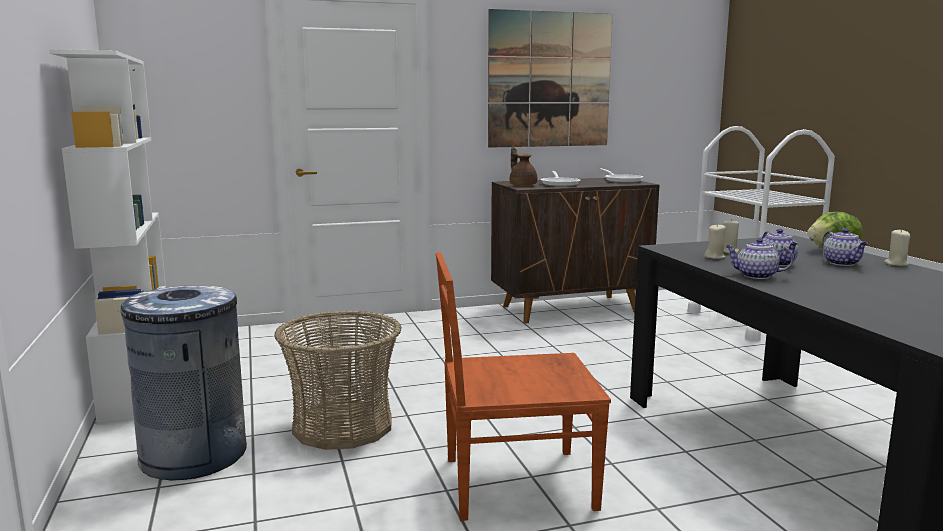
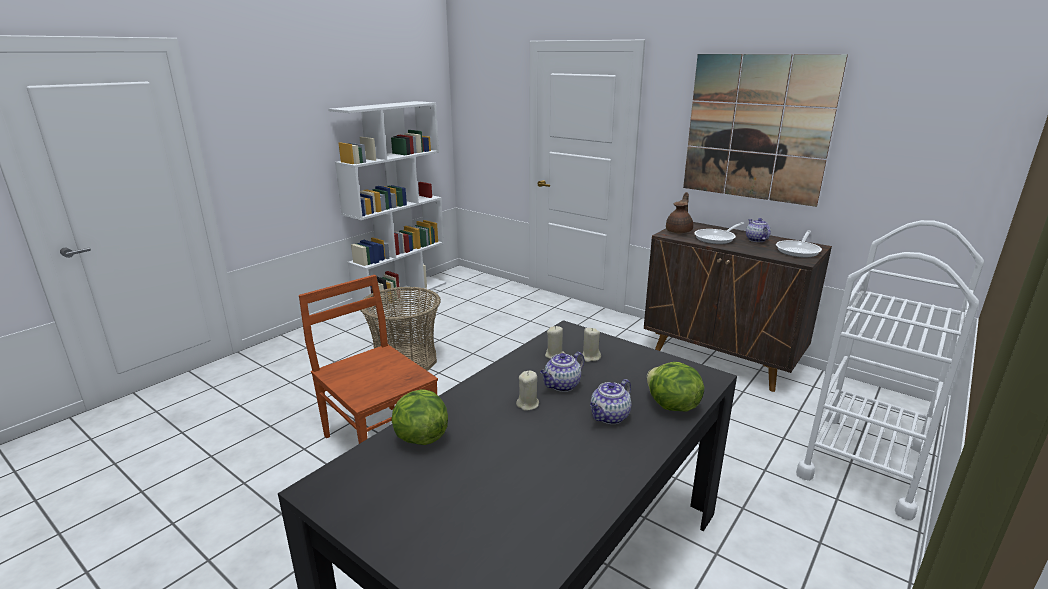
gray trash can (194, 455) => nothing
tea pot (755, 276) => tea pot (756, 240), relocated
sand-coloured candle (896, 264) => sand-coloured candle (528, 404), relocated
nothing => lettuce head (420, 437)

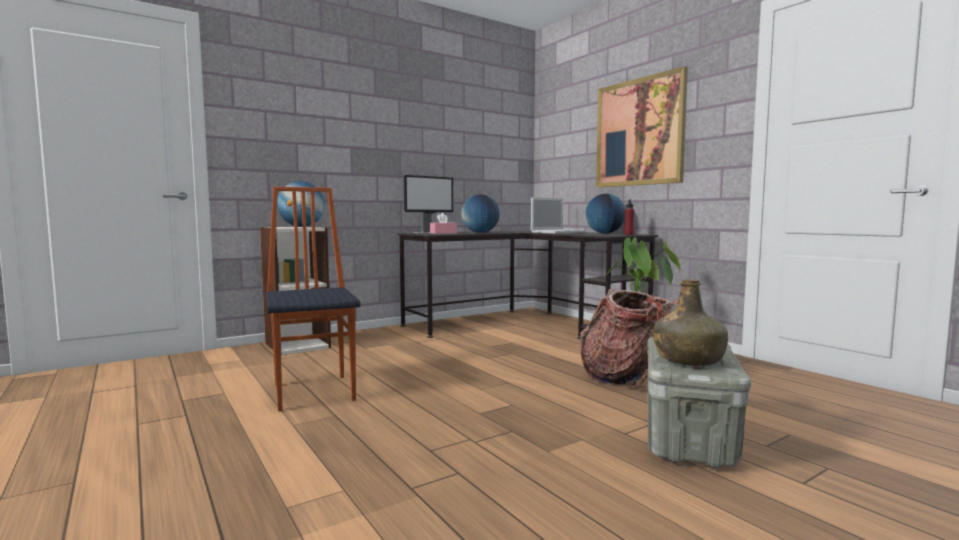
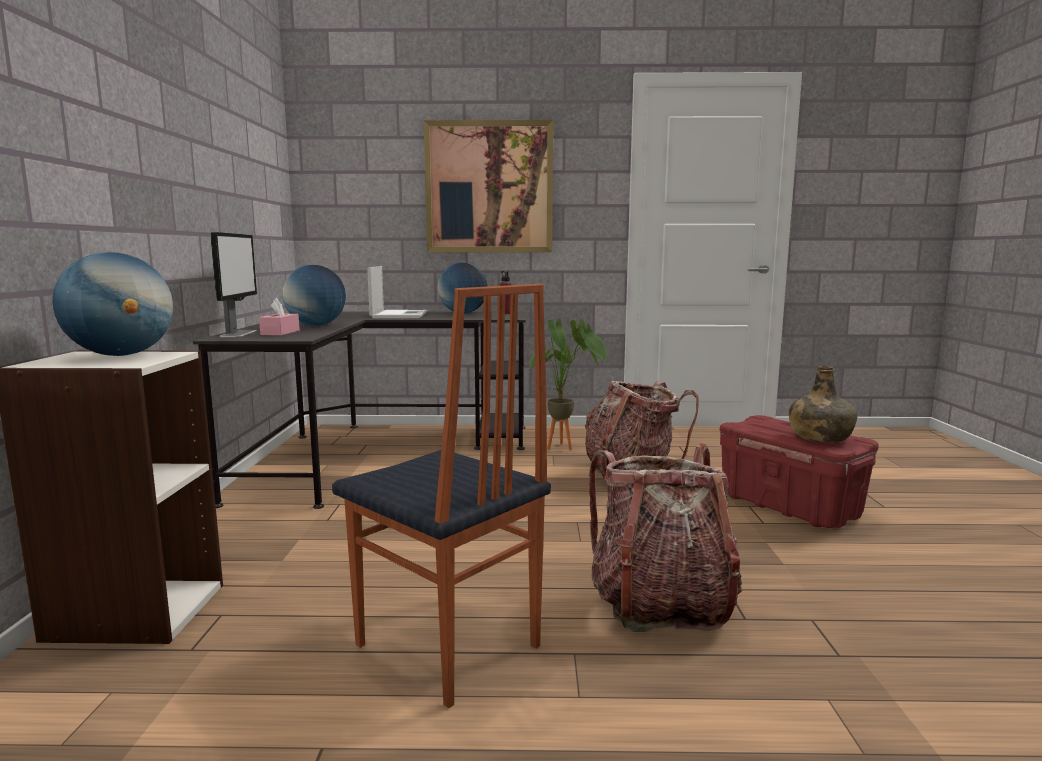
chair (315, 391) => chair (446, 647), 150 degrees counterclockwise
gray storage box (689, 438) => red storage box (790, 507)
nothing => backpack (660, 603)

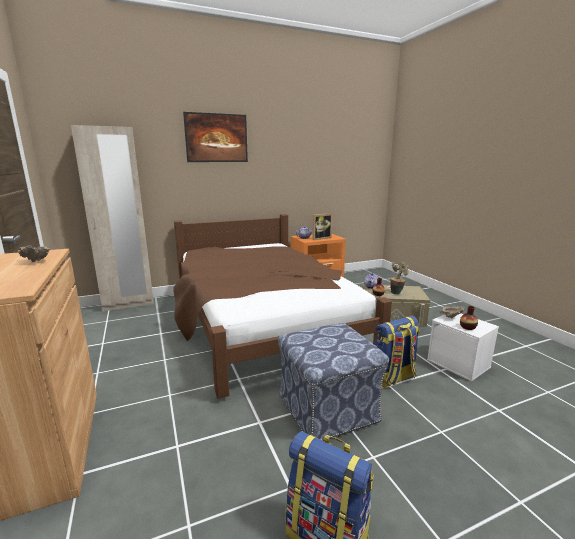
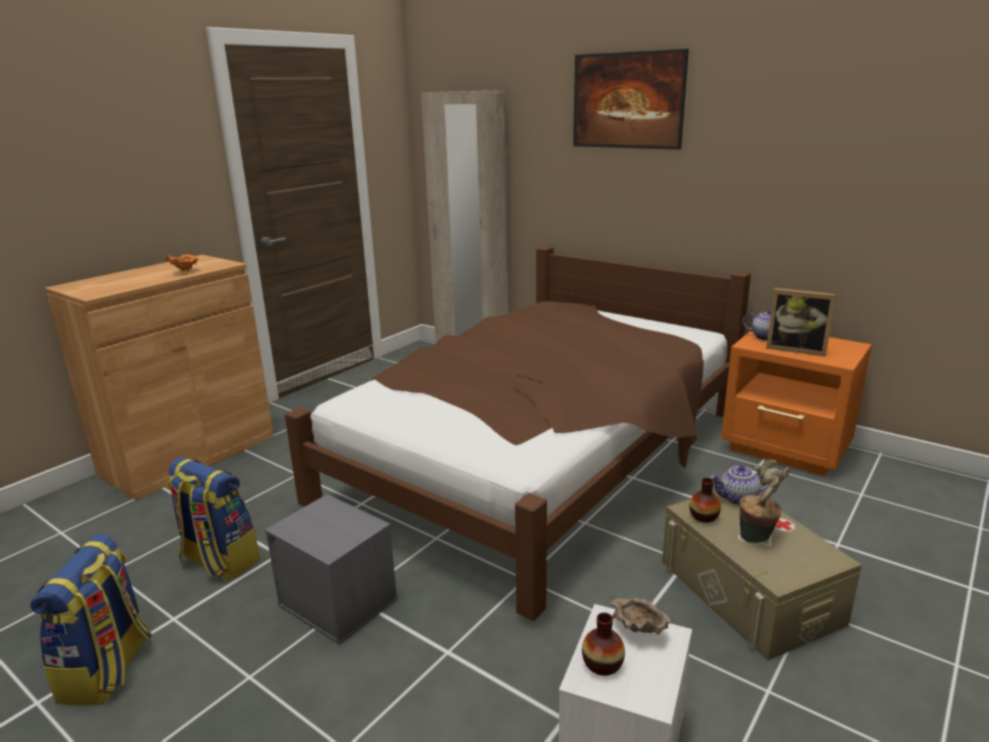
sand-coloured bowl (36, 261) => orangey bowl (185, 271)
ottoman (328, 408) => gray storage box (339, 602)
backpack (392, 378) => backpack (218, 561), relocated

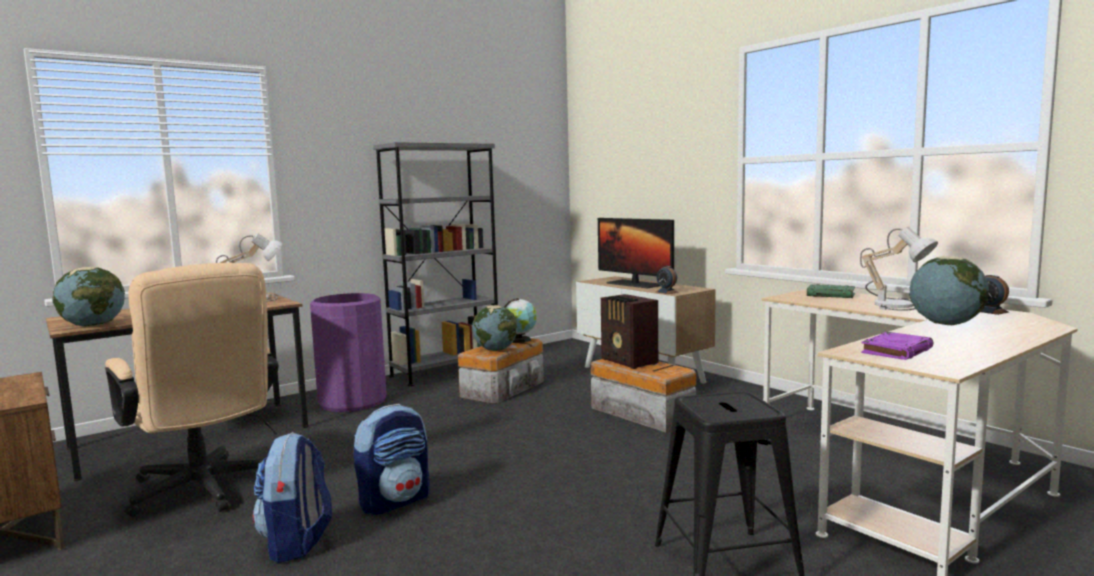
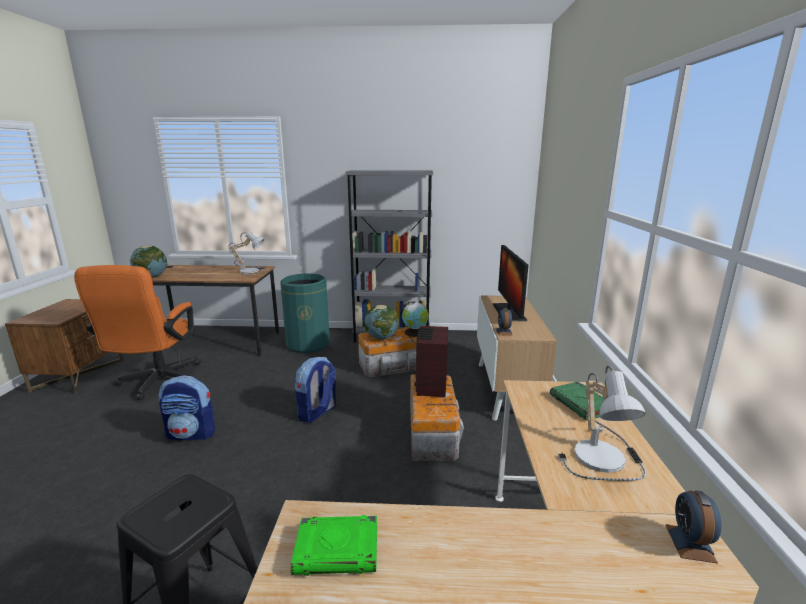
sand-coloured office chair (204, 492) => orangey office chair (157, 383)
backpack (297, 543) => backpack (317, 413), relocated
purple trash can (353, 402) => green-coloured trash can (308, 344)
purple volume (896, 351) => green-coloured volume (338, 550)
world globe (945, 324) => nothing

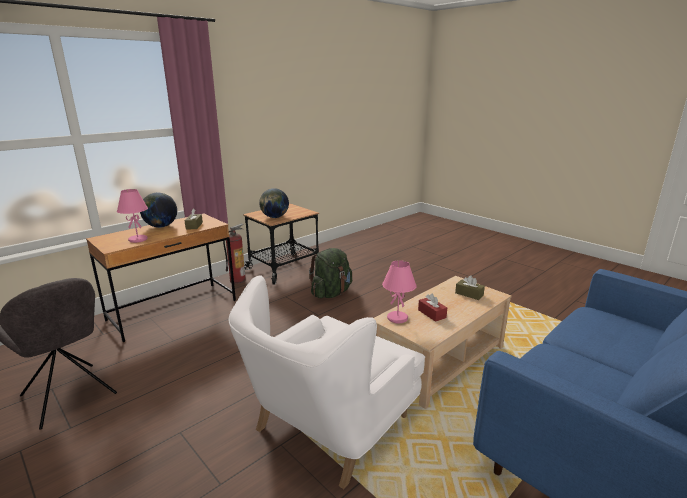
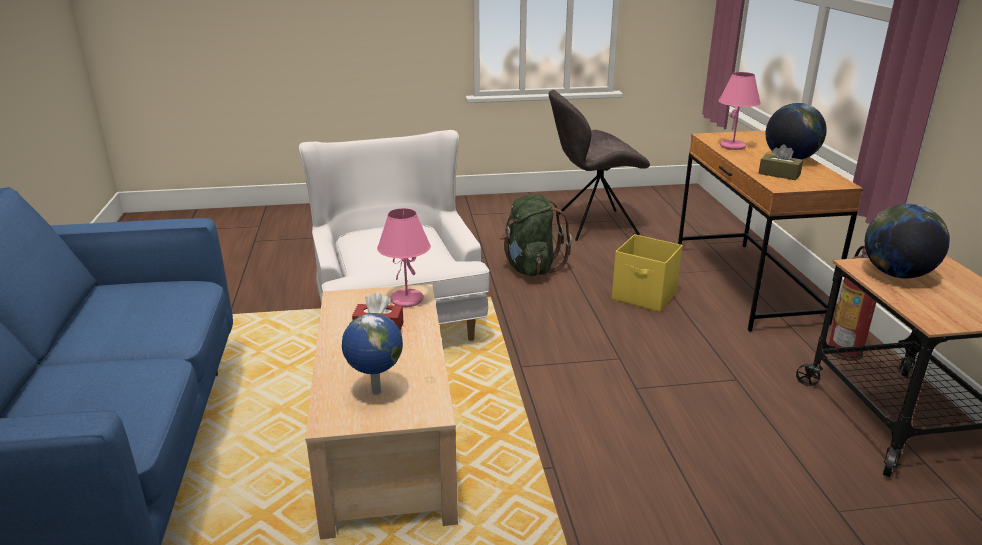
green-coloured backpack (331, 293) => green-coloured backpack (530, 268), relocated
brownish tissue holder (469, 294) => world globe (375, 392)
nothing => yellow-coloured storage box (645, 296)

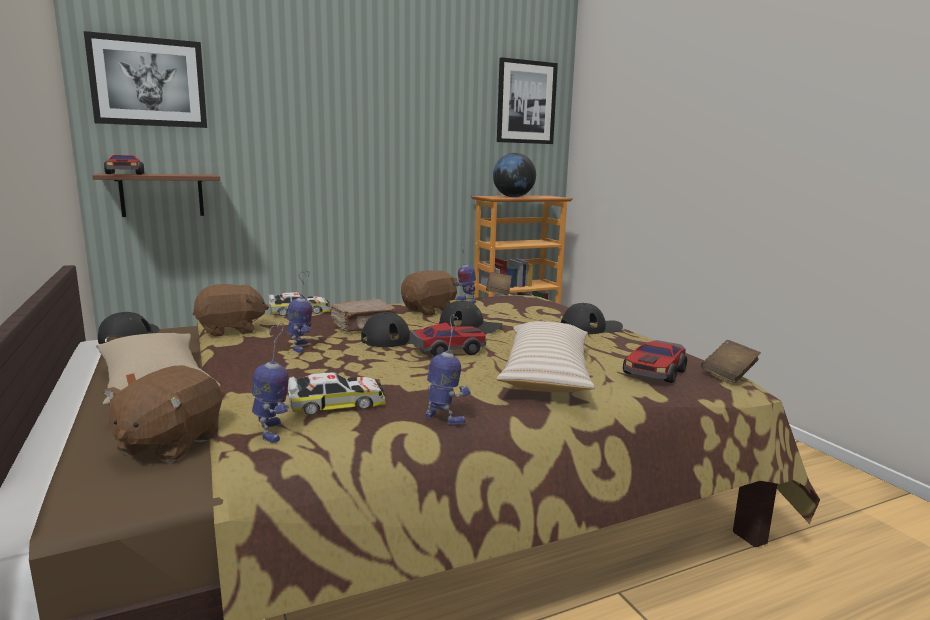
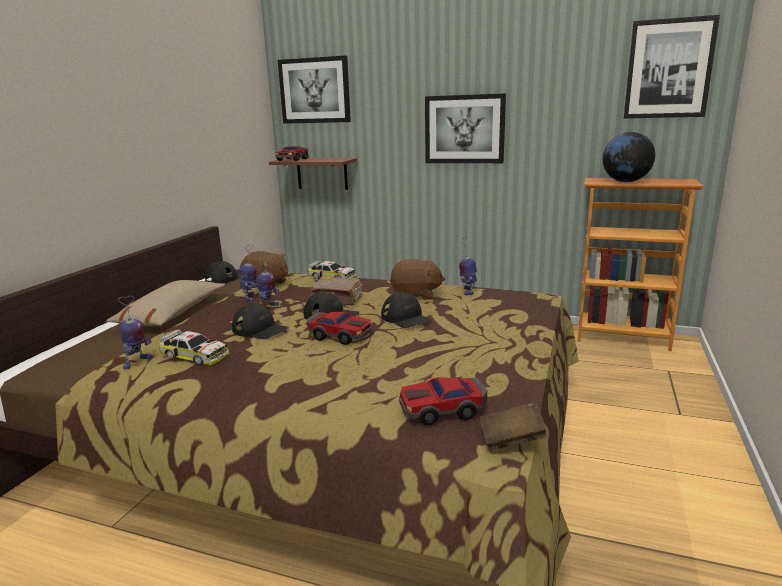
brownish soft toy (169, 444) => nothing
toy robot (444, 418) => toy robot (250, 298), relocated
brownish volume (498, 292) => nothing
sand-coloured throw pillow (546, 373) => nothing
black-coloured cap (591, 327) => black-coloured cap (260, 329), relocated
nothing => picture (464, 129)

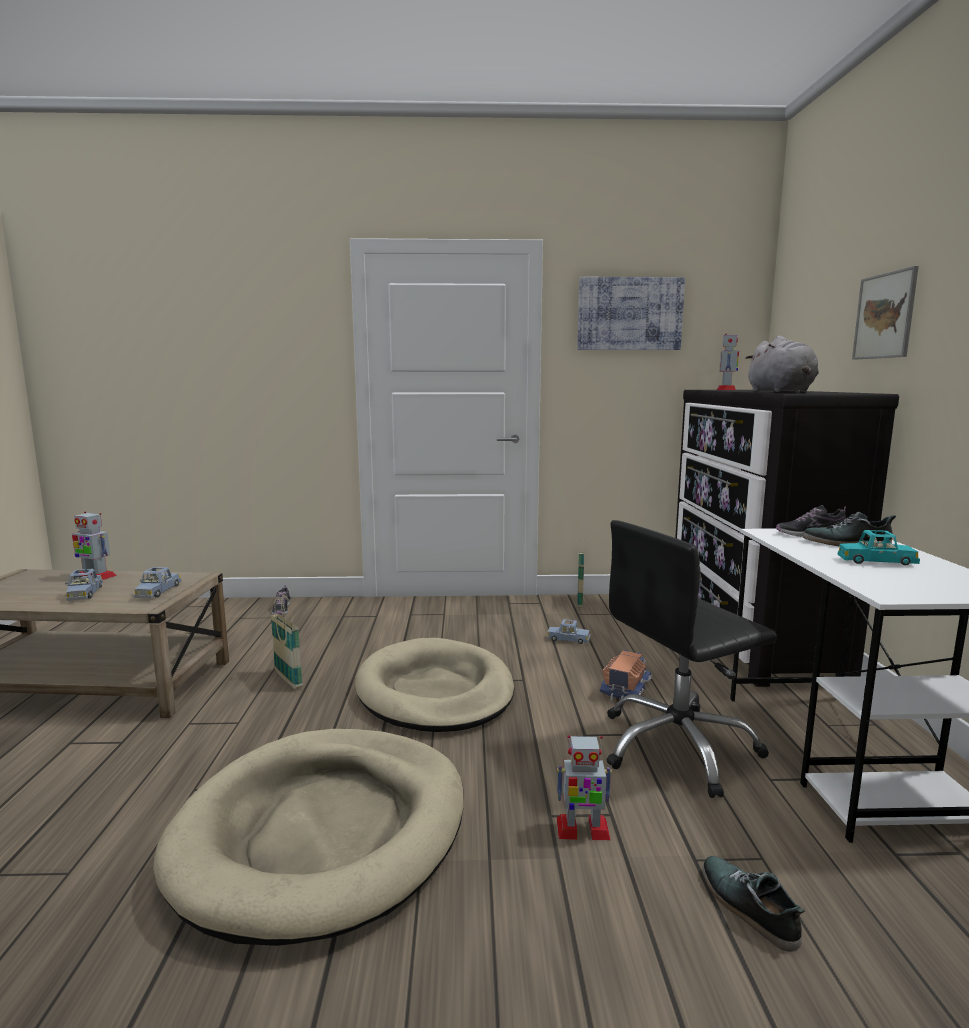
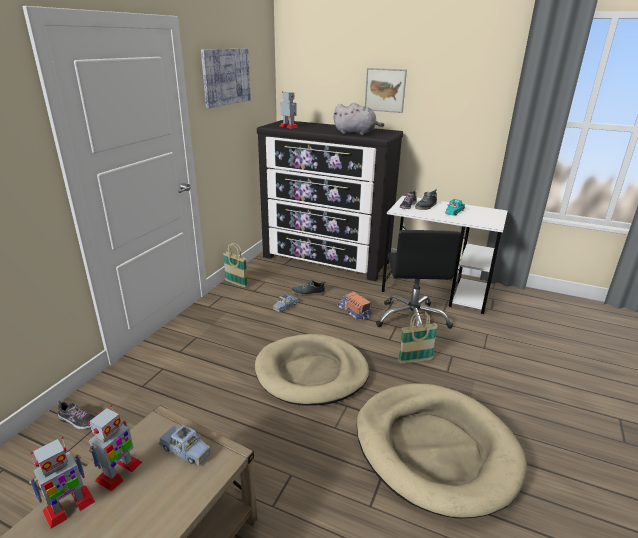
bluish miniature car (84, 594) => nothing
basket (288, 679) => basket (415, 360), relocated
toy robot (582, 829) => toy robot (119, 472), relocated
shoe (747, 907) => shoe (308, 293), relocated

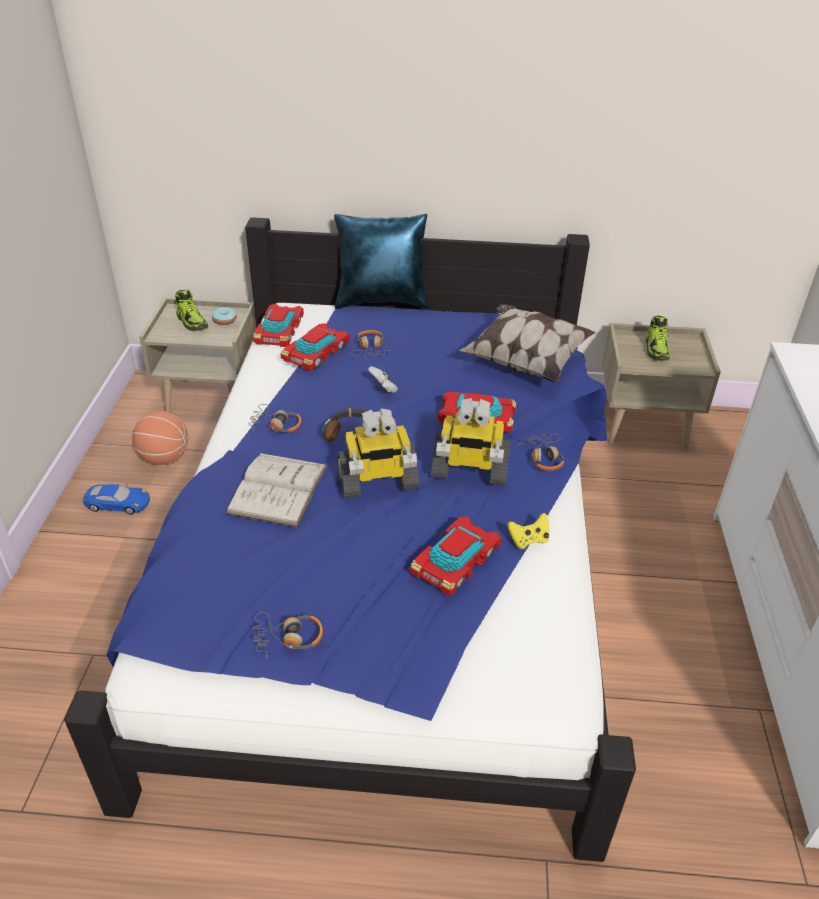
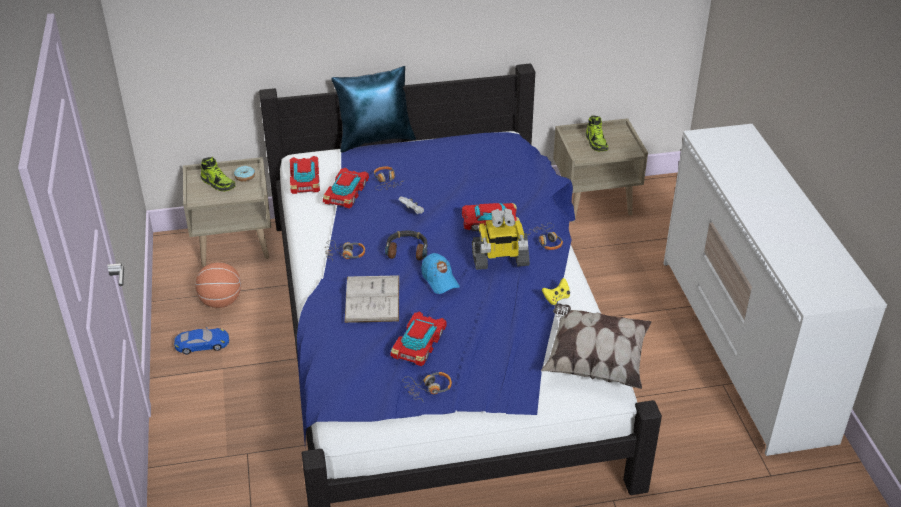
toy robot (377, 482) => bluish cap (440, 280)
miniature car (456, 562) => miniature car (420, 343), relocated
throw pillow (525, 361) => throw pillow (594, 361), relocated

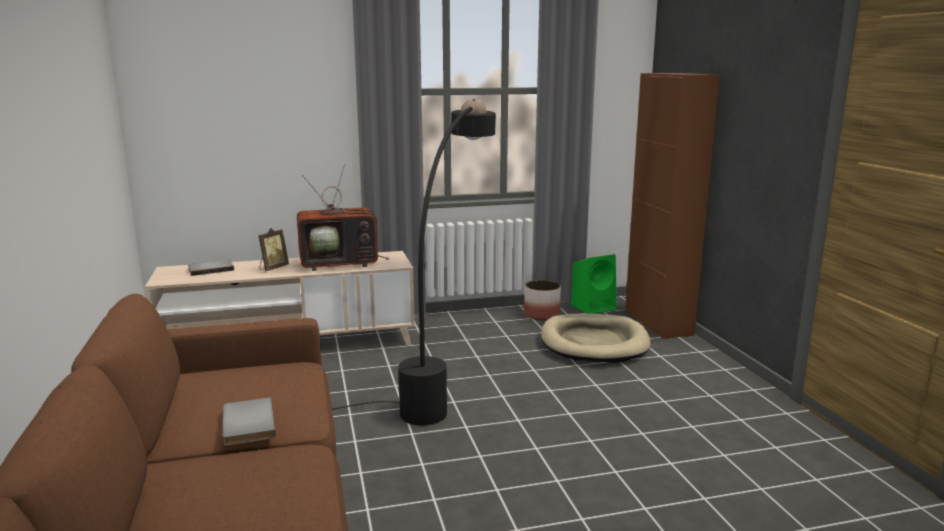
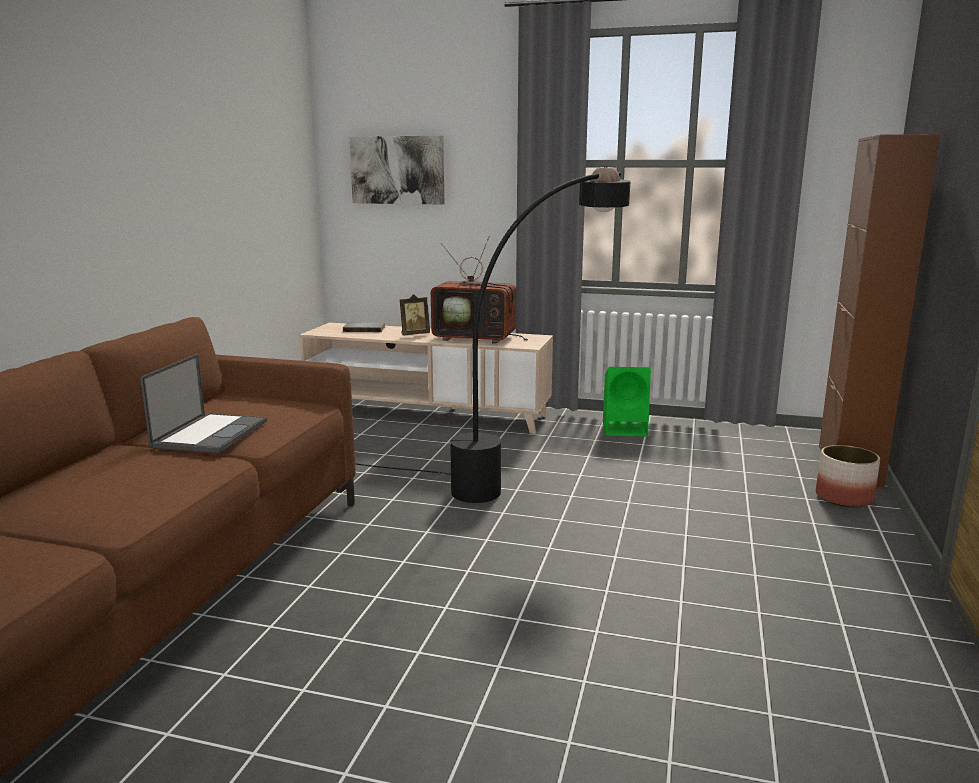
gray volume (246, 424) => notebook computer (211, 433)
planter (541, 315) => planter (843, 498), relocated
sand-coloured pet bed (594, 343) => nothing
green-coloured audio speaker (593, 306) => green-coloured audio speaker (626, 429), relocated
nothing => picture (397, 170)

